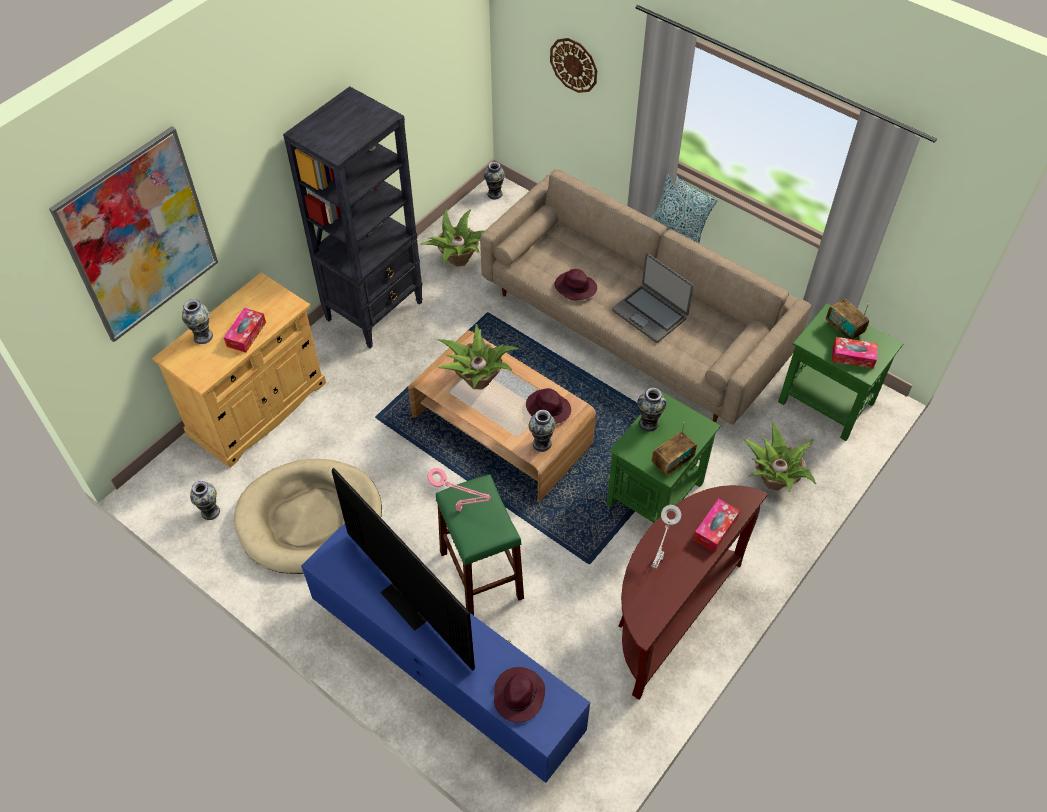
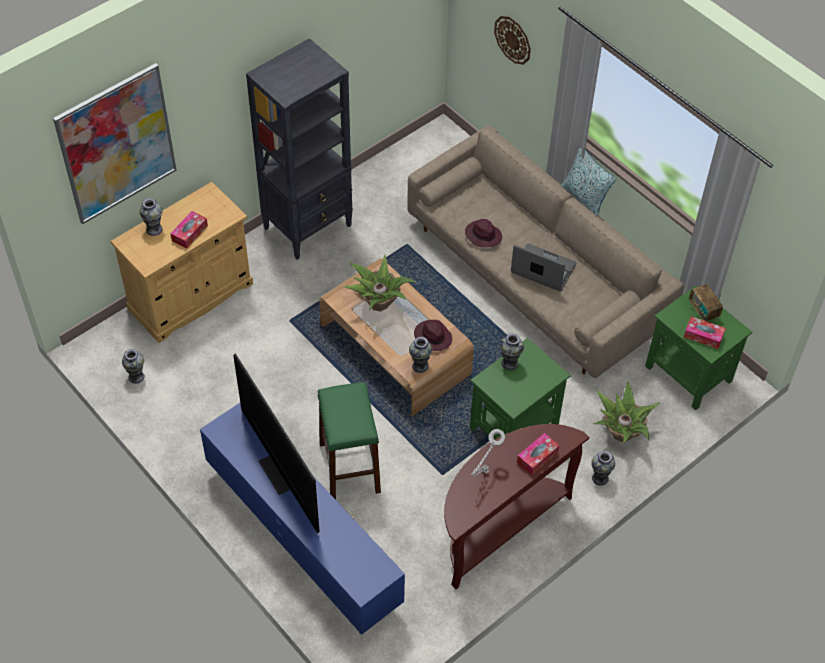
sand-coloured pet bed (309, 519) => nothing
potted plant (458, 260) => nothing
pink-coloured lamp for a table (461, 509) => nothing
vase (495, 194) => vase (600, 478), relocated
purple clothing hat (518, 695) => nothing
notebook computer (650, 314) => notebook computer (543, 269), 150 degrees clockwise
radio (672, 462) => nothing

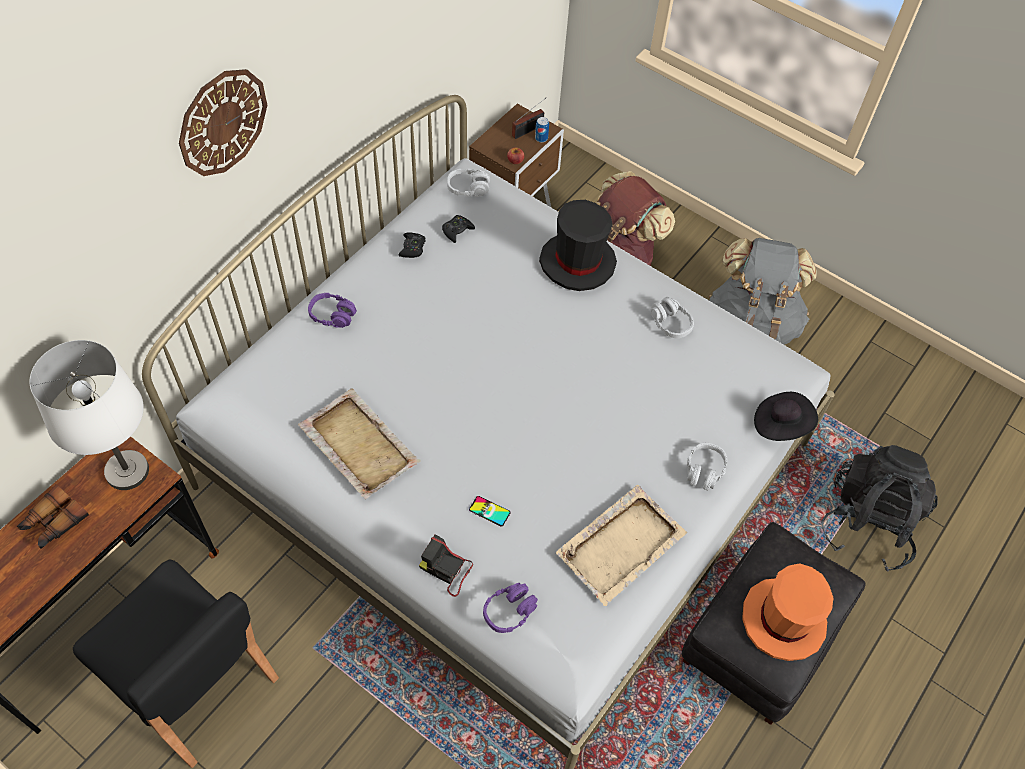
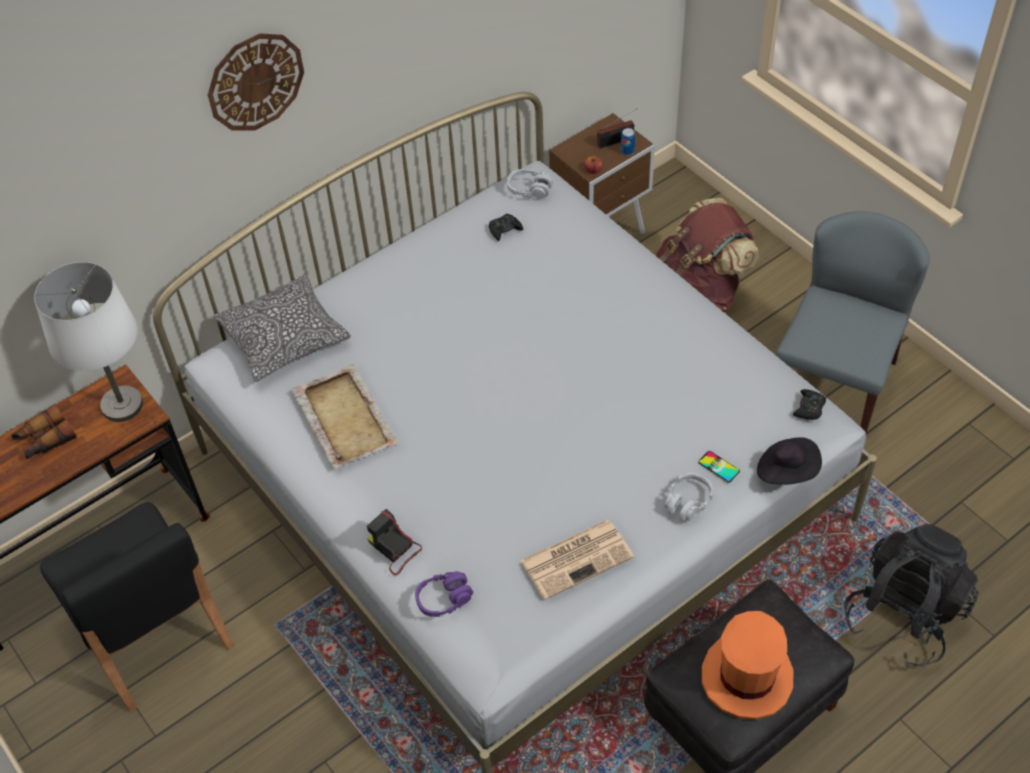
purple headset (332, 315) => nothing
black-coloured game controller (412, 248) => black-coloured game controller (809, 408), relocated
handset (489, 511) => handset (718, 467), relocated
black-coloured clothing hat (577, 263) => nothing
sand-coloured serving tray (622, 545) => printed paper (577, 558)
gray headset (670, 323) => nothing
gray backpack (751, 324) => gray chair (833, 385)
nothing => throw pillow (284, 337)

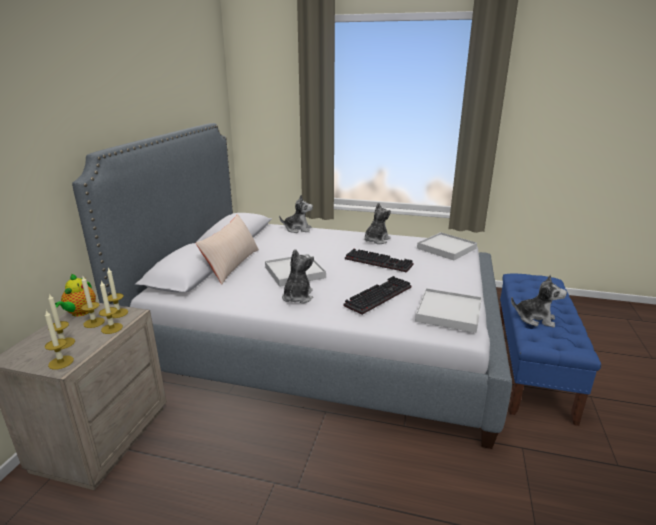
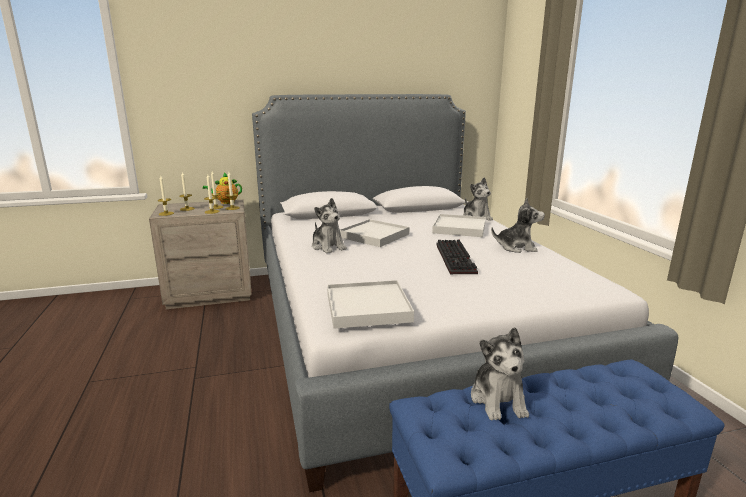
sand-coloured throw pillow (232, 264) => nothing
soft toy (297, 297) => soft toy (328, 247), 75 degrees clockwise
keyboard (378, 295) => nothing
white serving tray (446, 248) => white serving tray (459, 228), relocated

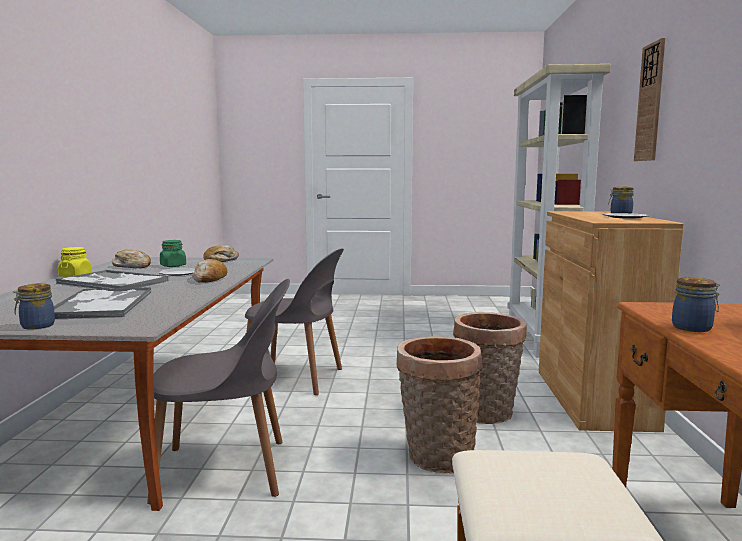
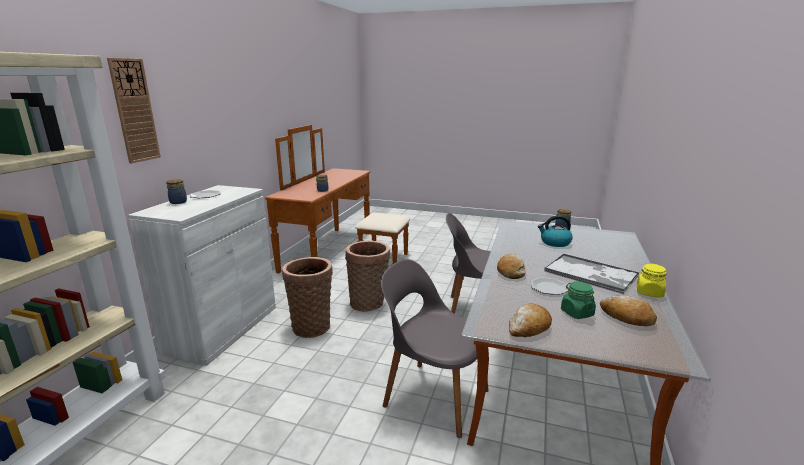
serving tray (102, 304) => kettle (554, 243)
brownish cupboard (593, 398) => white cupboard (222, 329)

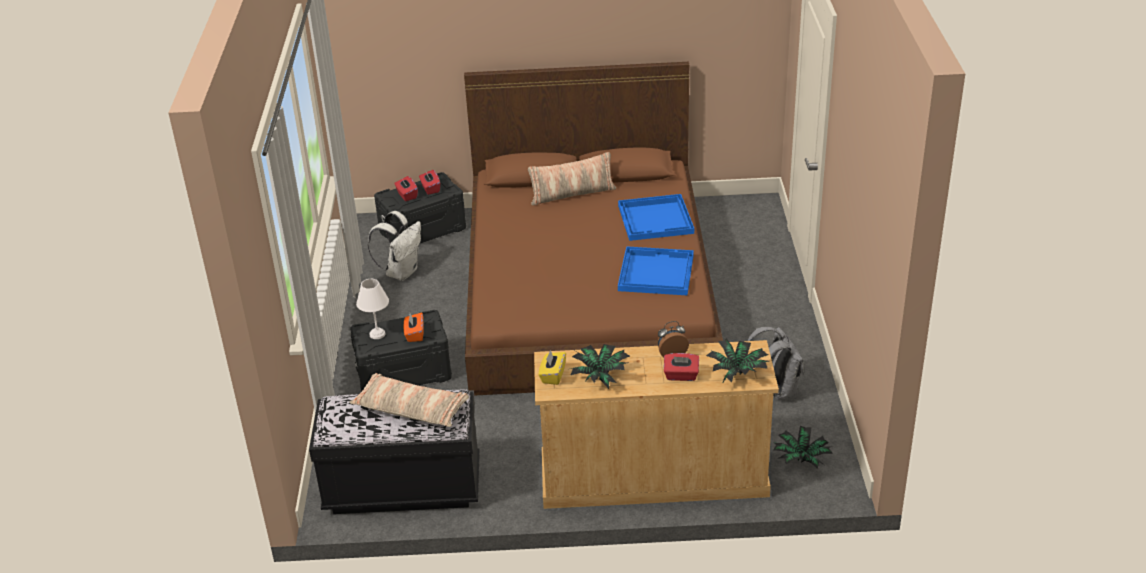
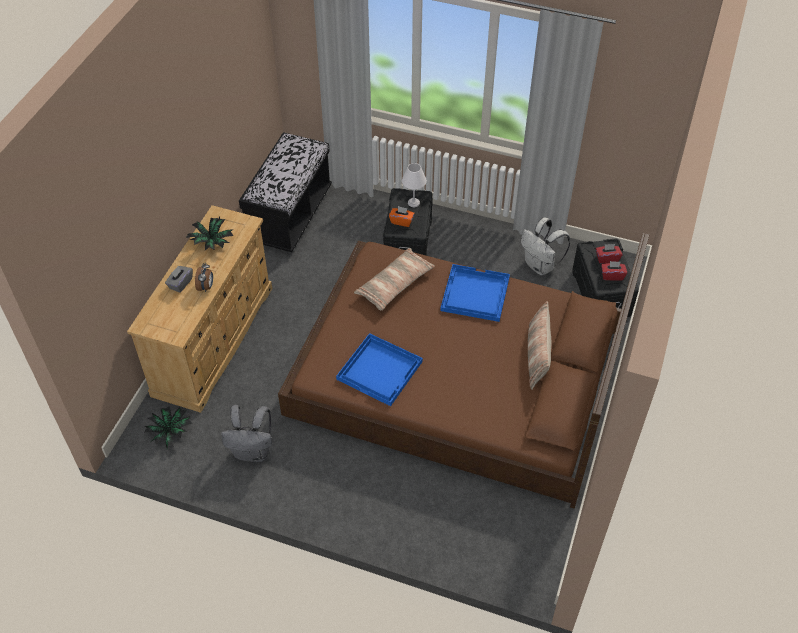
throw pillow (411, 409) => throw pillow (395, 285), relocated
yellow-coloured tissue holder (552, 375) => nothing
bluish serving tray (656, 219) => bluish serving tray (474, 294), relocated
red tissue holder (681, 376) => gray tissue holder (180, 284)
potted plant (737, 373) => nothing

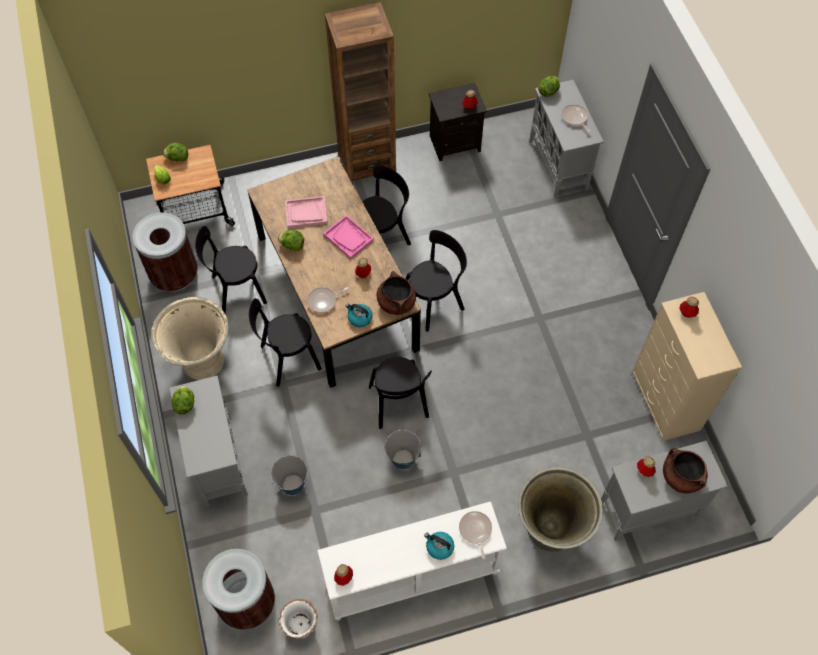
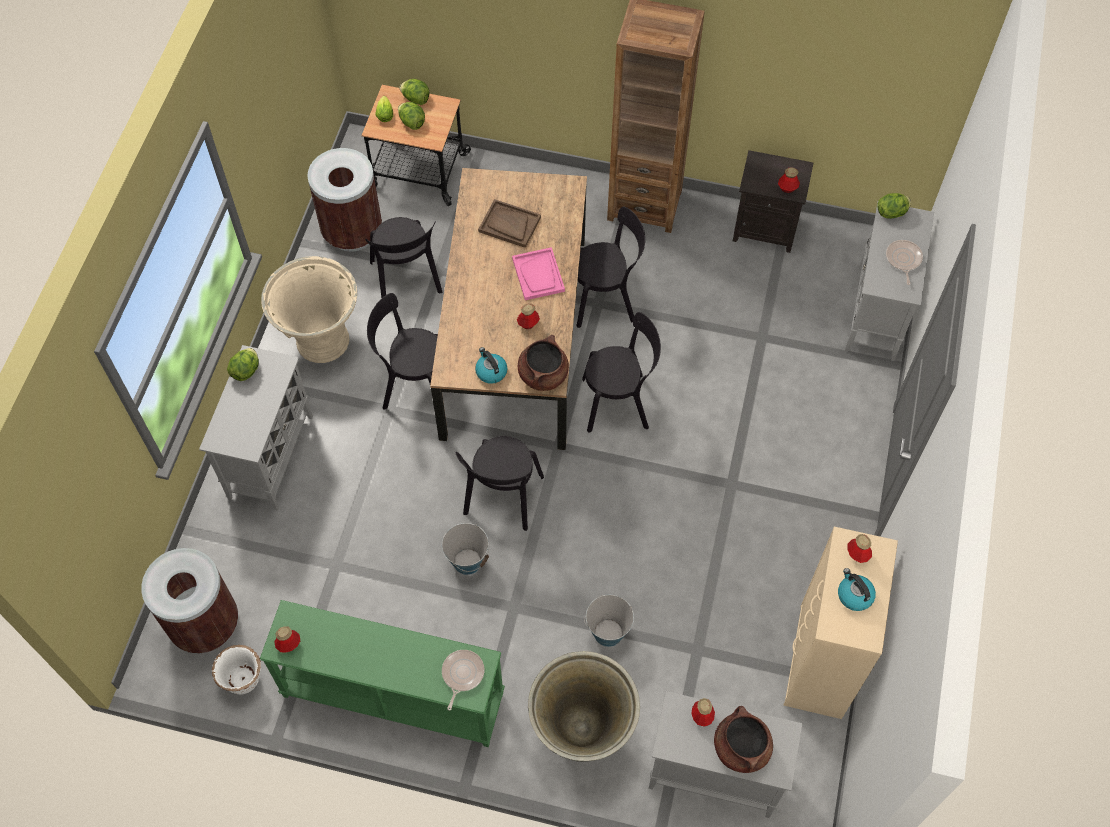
black-coloured chair (236, 290) => black-coloured chair (406, 280), 120 degrees counterclockwise
bucket (292, 484) => bucket (608, 632), relocated
lettuce head (292, 245) => lettuce head (411, 122), relocated
pink-coloured serving tray (306, 213) => brownish serving tray (509, 224)
pan (324, 301) => nothing
white narrow table (411, 577) => green-coloured narrow table (392, 696)
kettle (439, 547) => kettle (854, 595), relocated

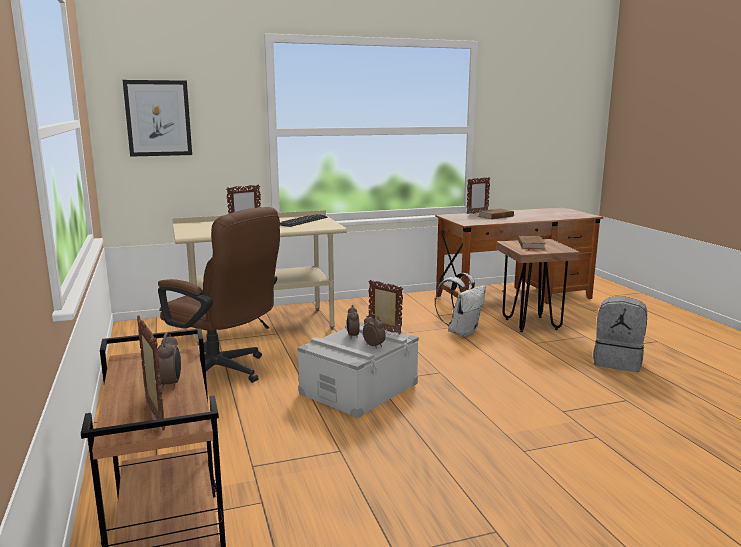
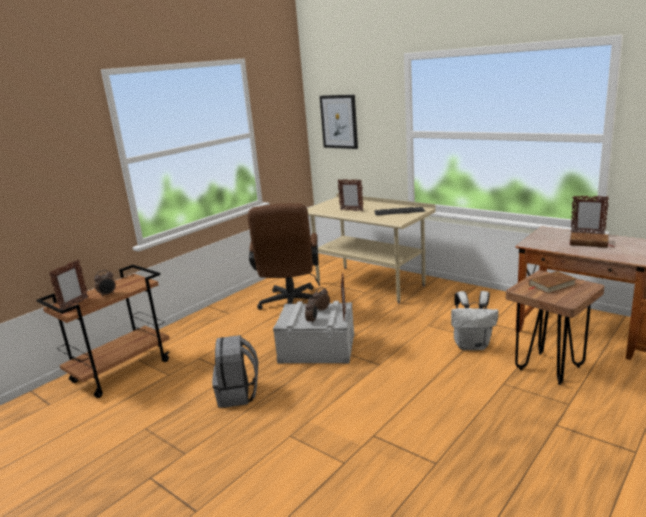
gray backpack (617, 362) => gray backpack (238, 394), relocated

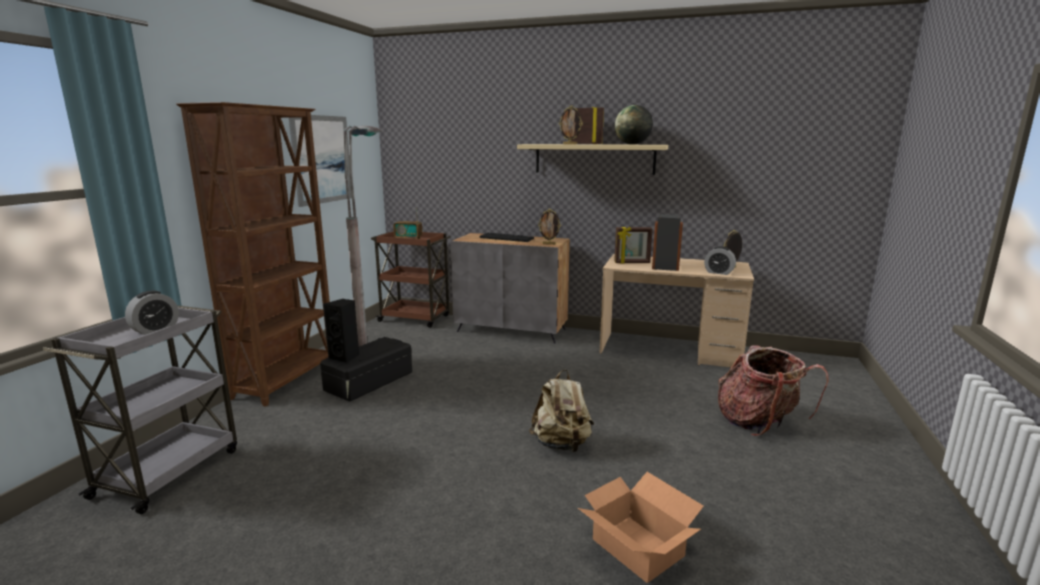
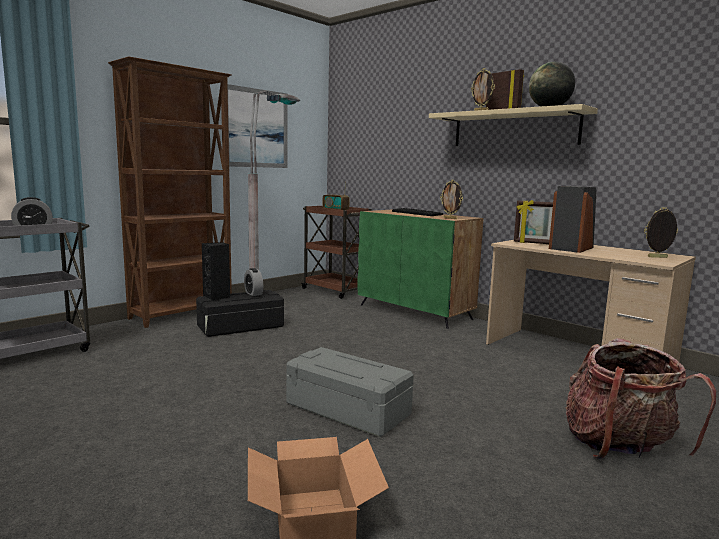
gray cupboard (512, 330) => green-coloured cupboard (415, 312)
sand-coloured backpack (561, 444) => gray storage box (348, 409)
bedside clock (718, 272) => bedside clock (253, 293), relocated

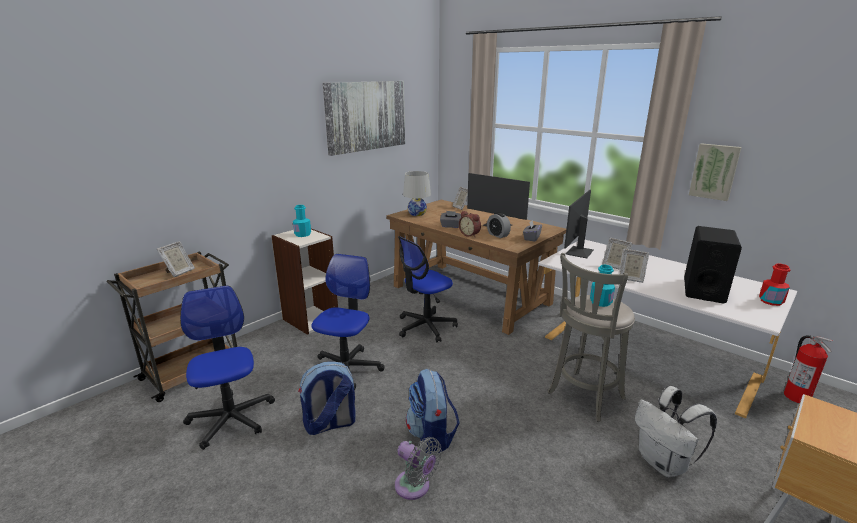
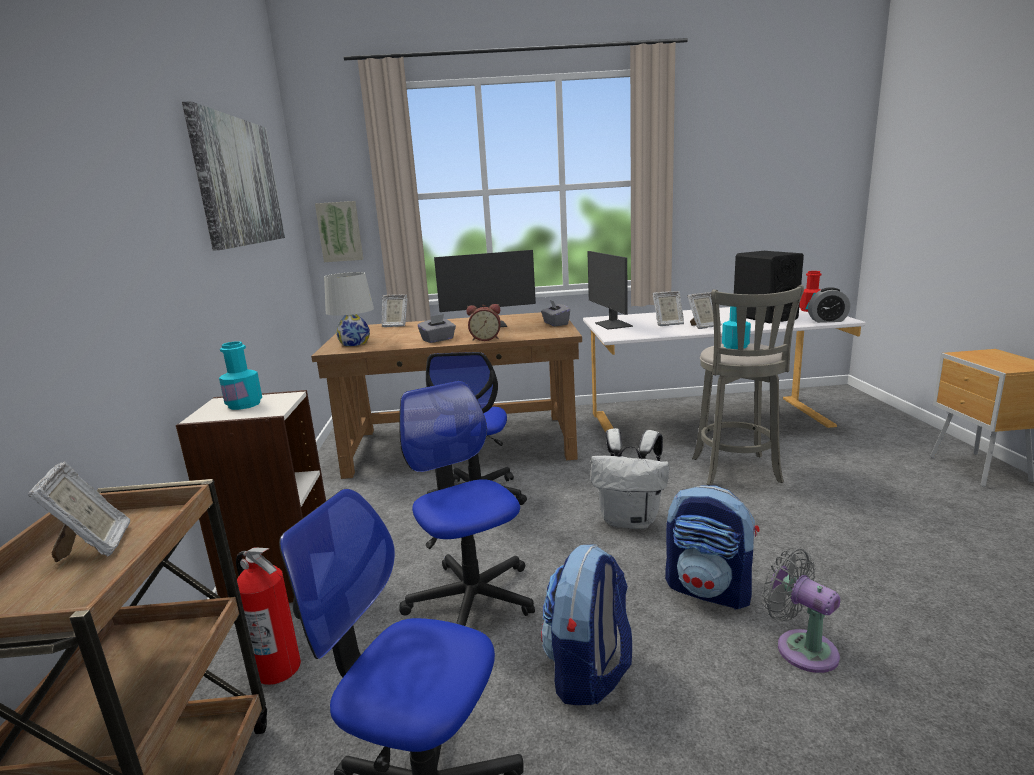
gray fan (415, 487) => gray fan (801, 647), 120 degrees counterclockwise
bedside clock (498, 235) => bedside clock (827, 321), relocated
white backpack (664, 463) => white backpack (631, 520), relocated
picture (714, 171) => picture (340, 231), relocated
fire extinguisher (796, 396) => fire extinguisher (278, 668), relocated

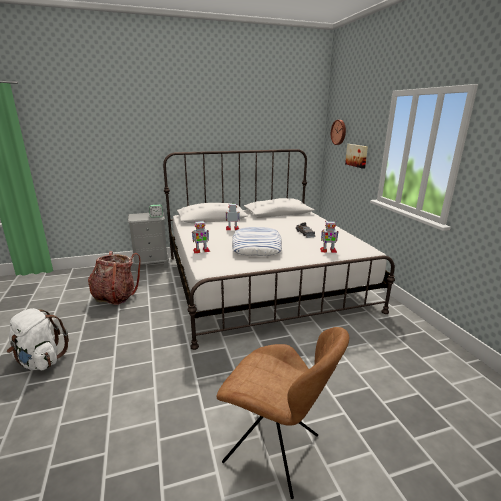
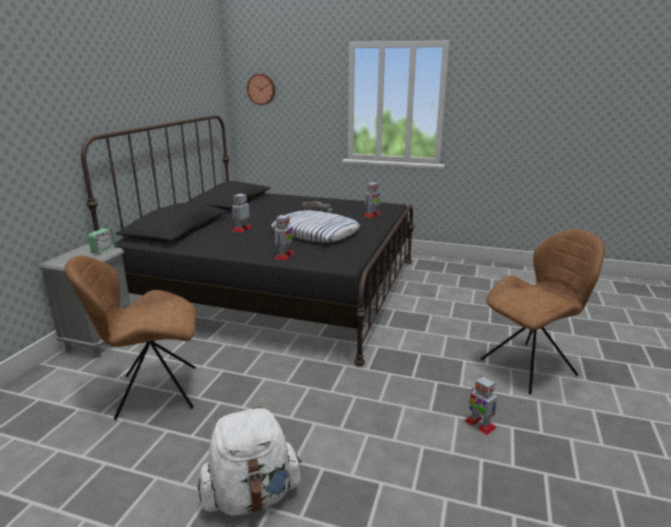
backpack (116, 296) => brownish chair (153, 392)
white bedroom bed (262, 281) => black-coloured bedroom bed (279, 288)
picture (357, 155) => nothing
nothing => toy robot (479, 424)

